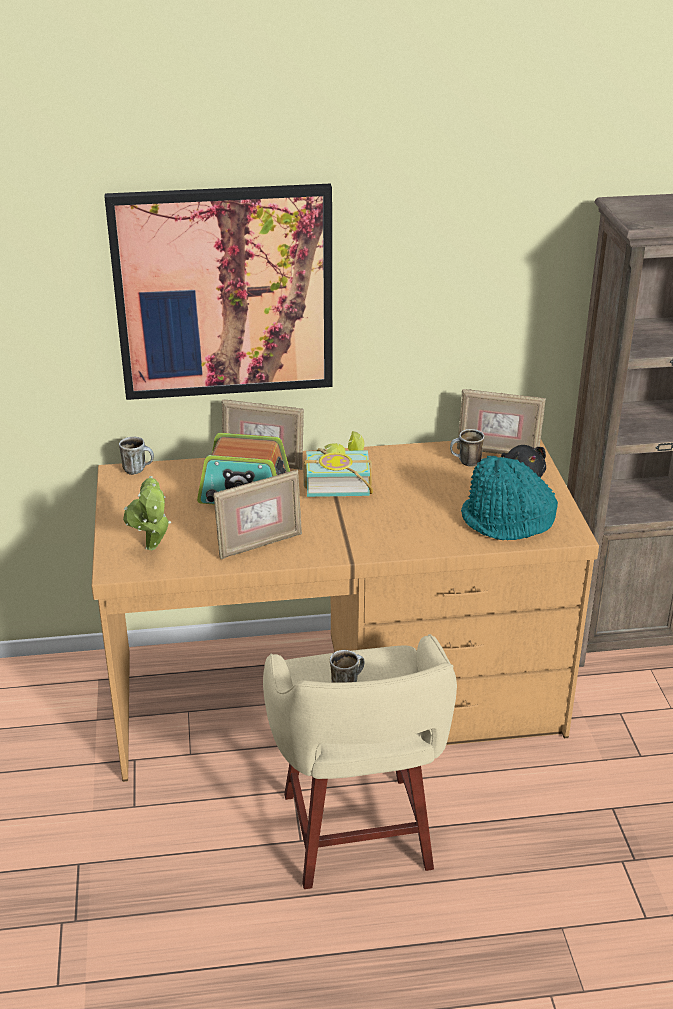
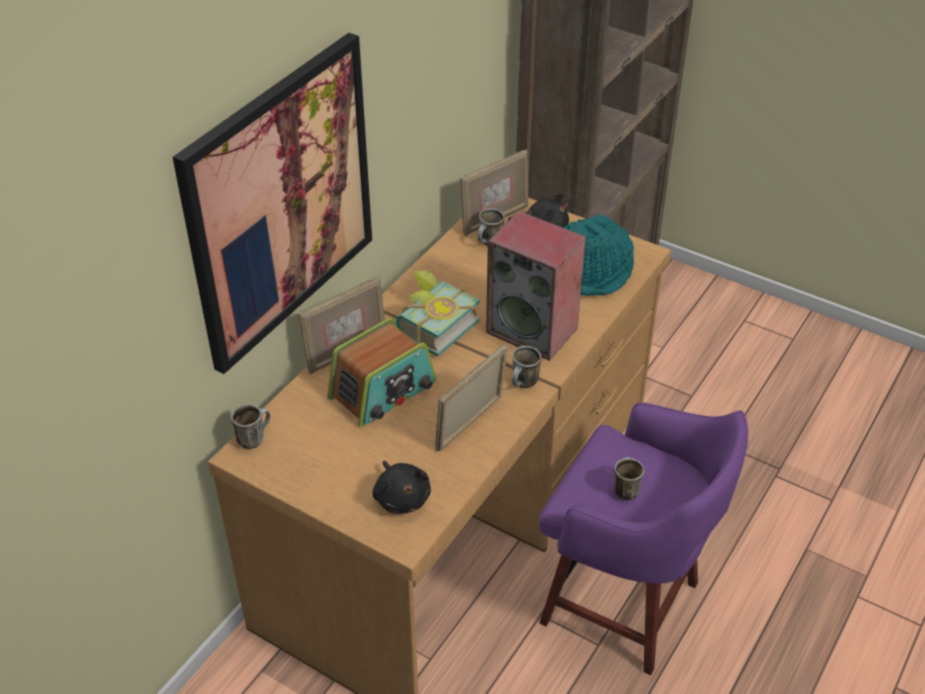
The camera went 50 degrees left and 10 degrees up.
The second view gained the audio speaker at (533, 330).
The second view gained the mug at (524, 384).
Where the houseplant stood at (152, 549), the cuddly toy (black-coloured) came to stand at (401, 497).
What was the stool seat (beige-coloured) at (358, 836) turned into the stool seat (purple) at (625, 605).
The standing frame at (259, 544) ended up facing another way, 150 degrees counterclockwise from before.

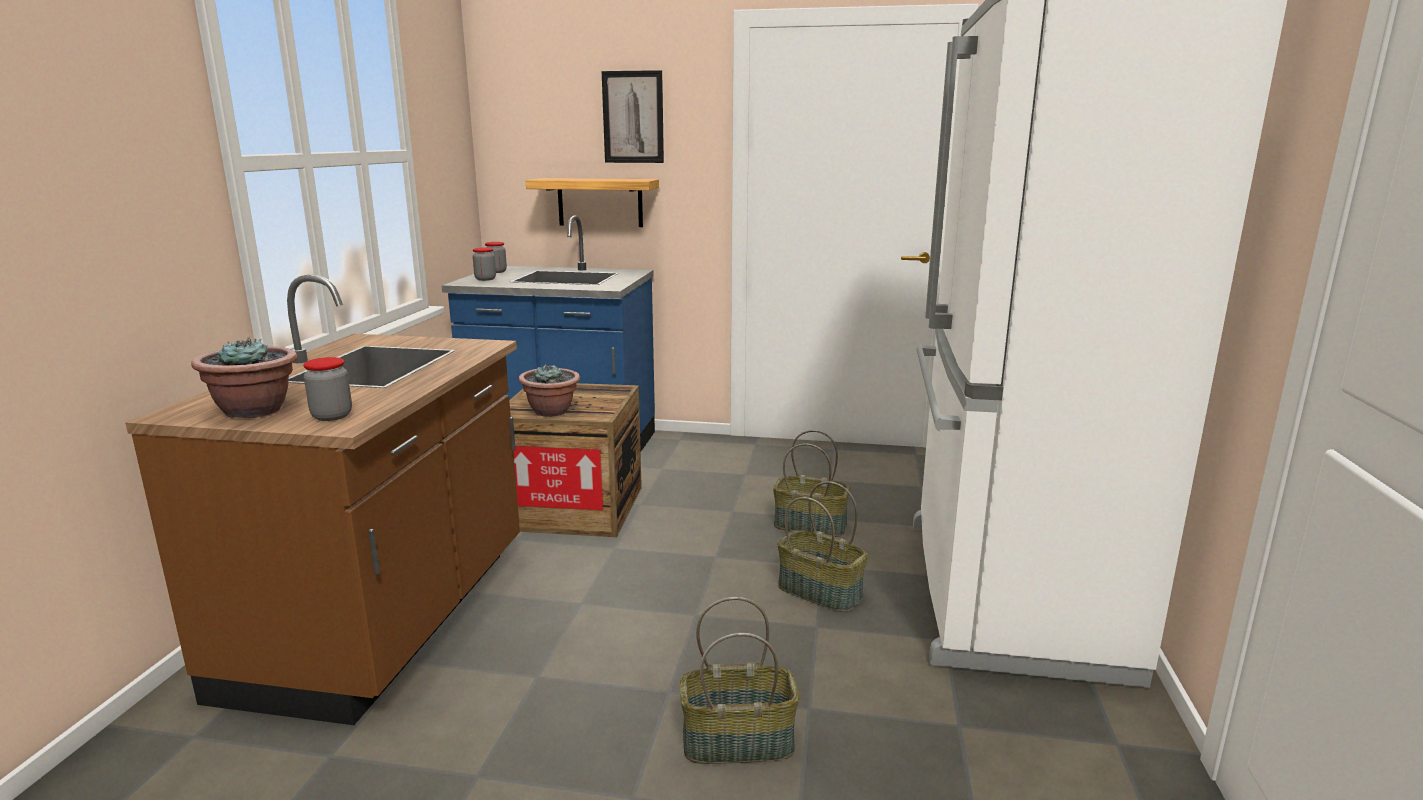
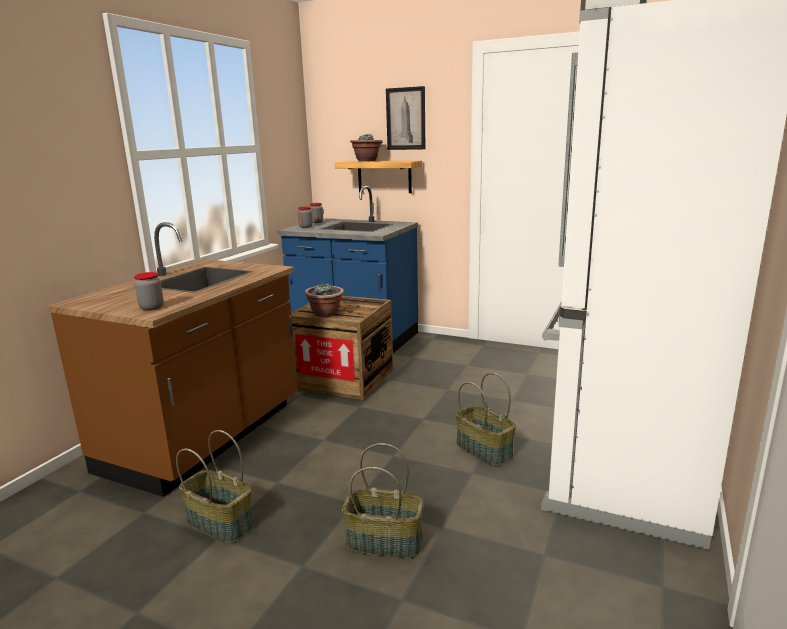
The camera went 15 degrees right and 0 degrees up.
The houseplant ended up elsewhere, having gone from (254, 411) to (367, 161).
The basket ended up elsewhere, having gone from (811, 525) to (221, 522).

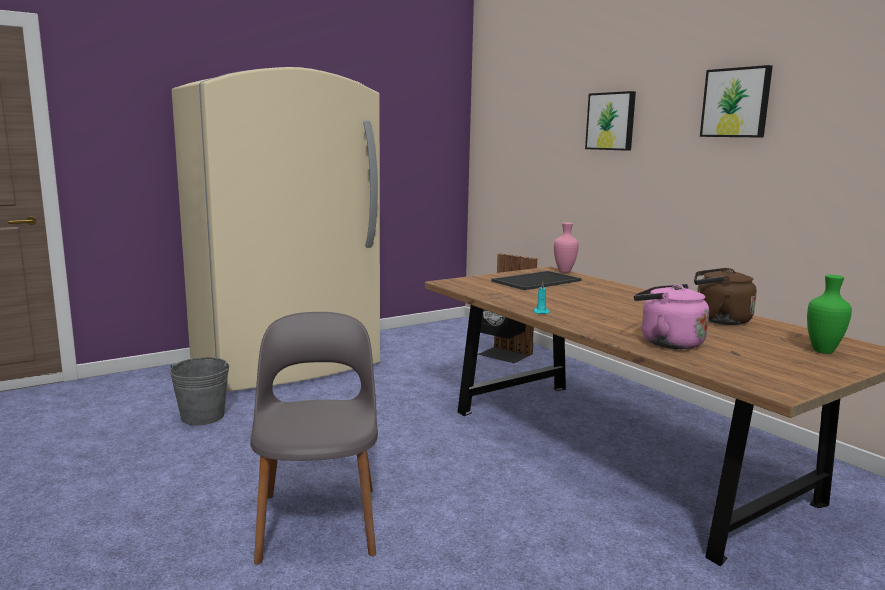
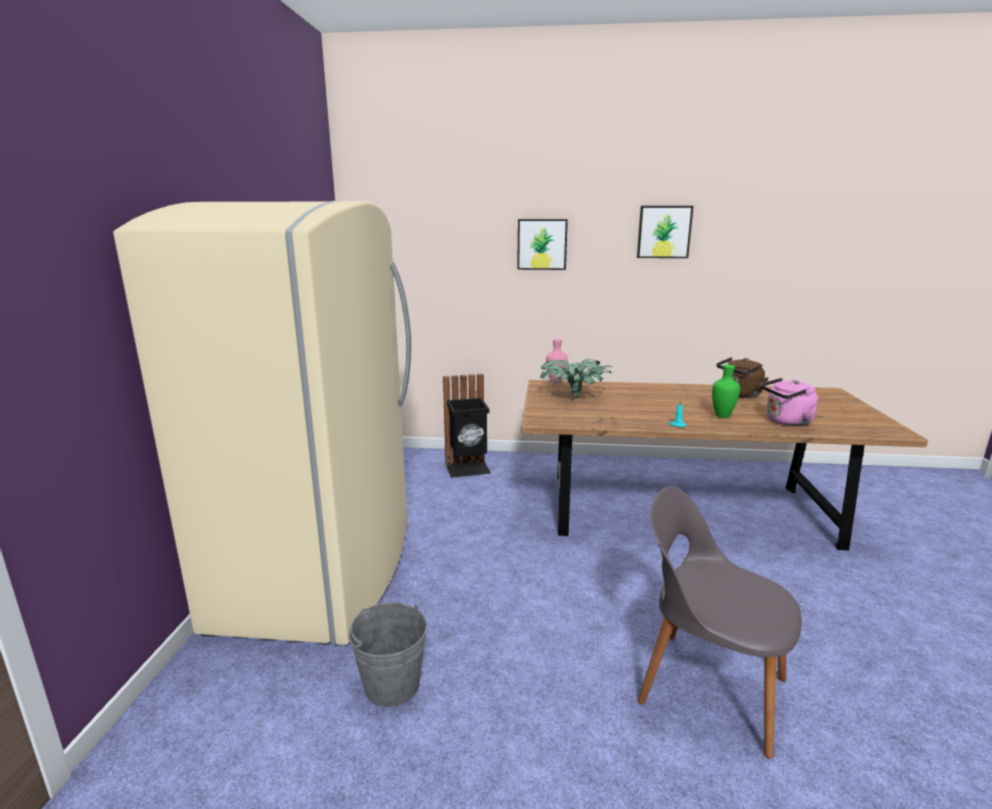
The camera went 50 degrees left and 5 degrees up.
The flower vase (greenish) ended up elsewhere, having gone from (824, 351) to (722, 416).
Where the tray stood at (536, 281), the houseplant came to stand at (574, 397).

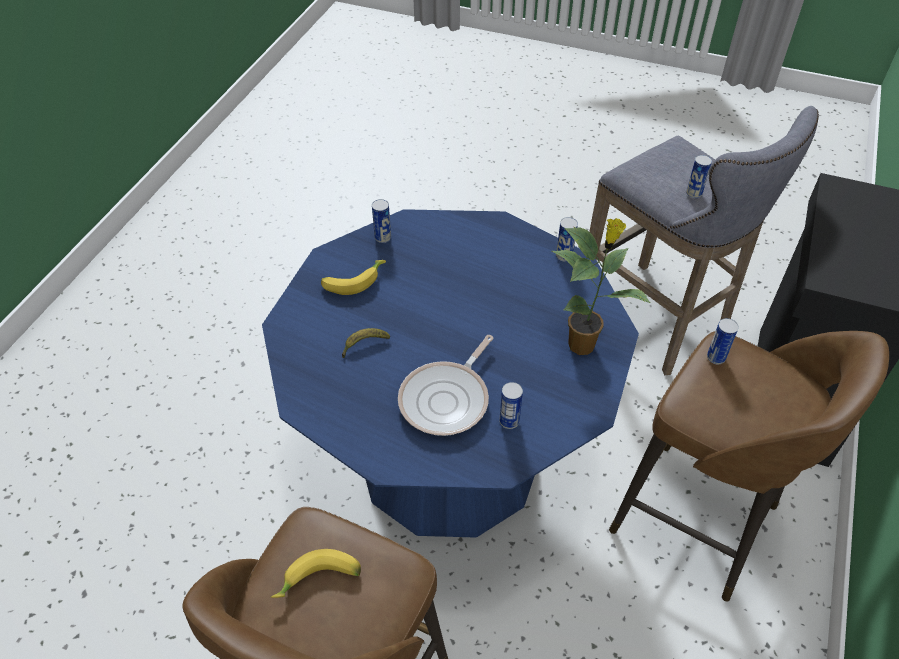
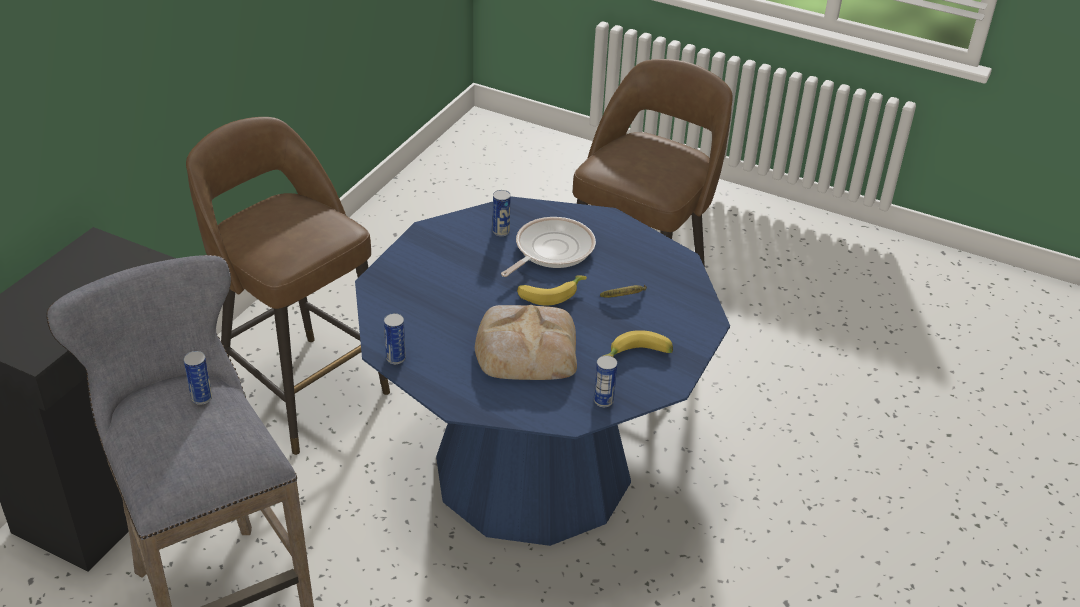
The camera went 175 degrees left and 10 degrees down.
The second view lost the houseplant at (583, 344).
The second view lost the can at (716, 357).
The second view gained the bakery bread at (525, 349).
The whole banana ended up elsewhere, having gone from (319, 581) to (550, 293).

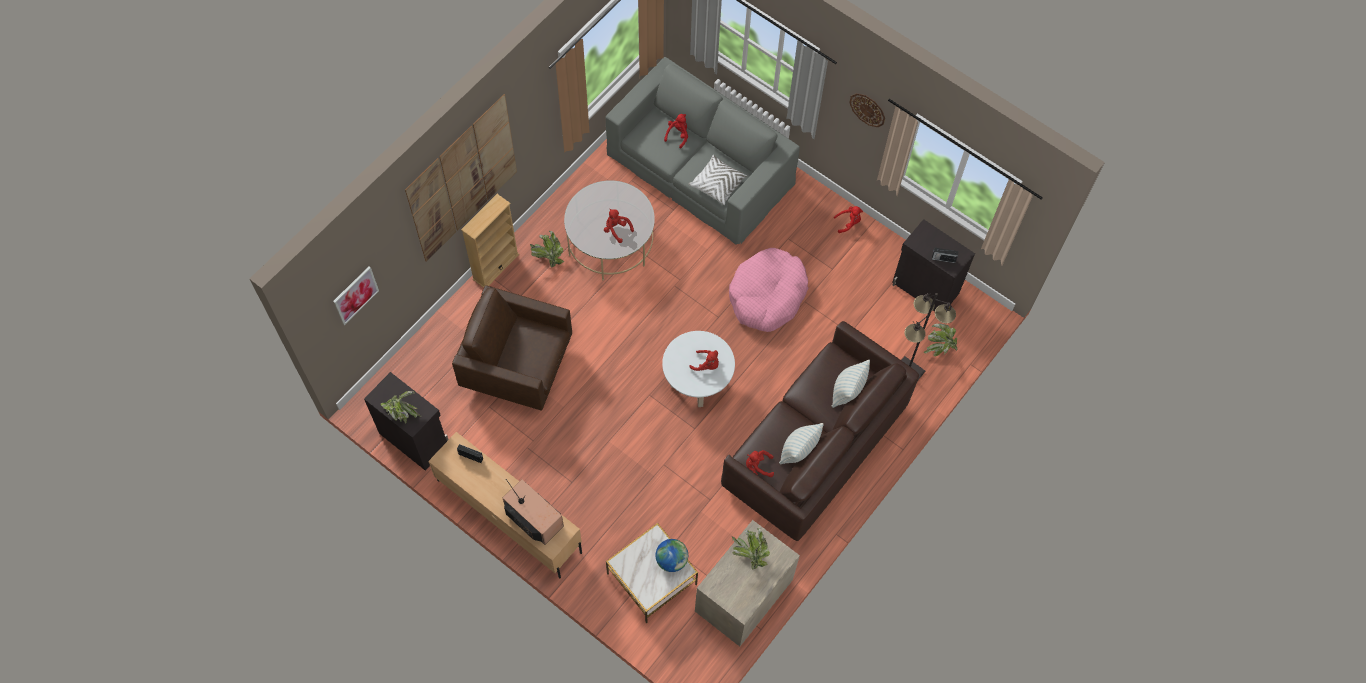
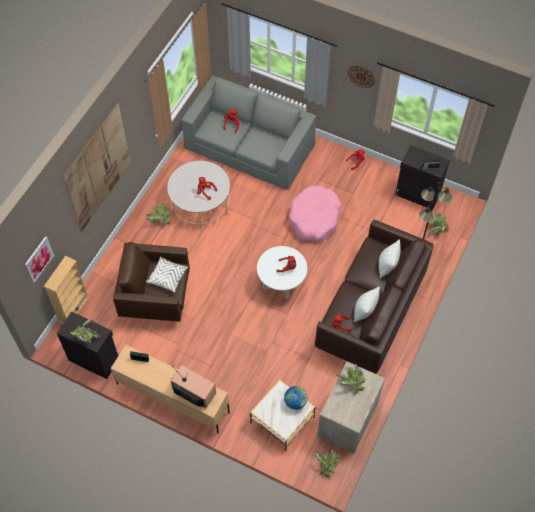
The camera went 10 degrees left and 5 degrees down.
The second view gained the houseplant at (327, 464).
The bookshelf (beige-coloured) ended up elsewhere, having gone from (495, 267) to (73, 309).
The pillow (white-coloured) ended up elsewhere, having gone from (717, 184) to (167, 277).

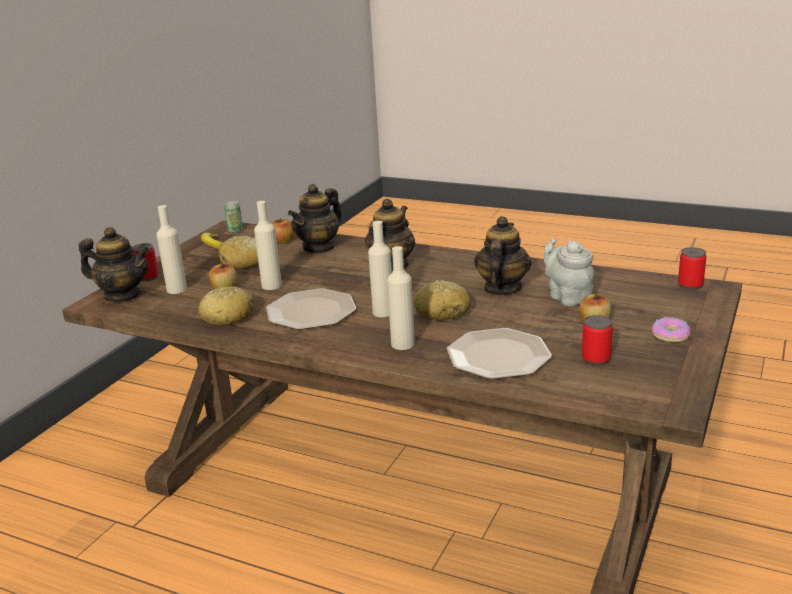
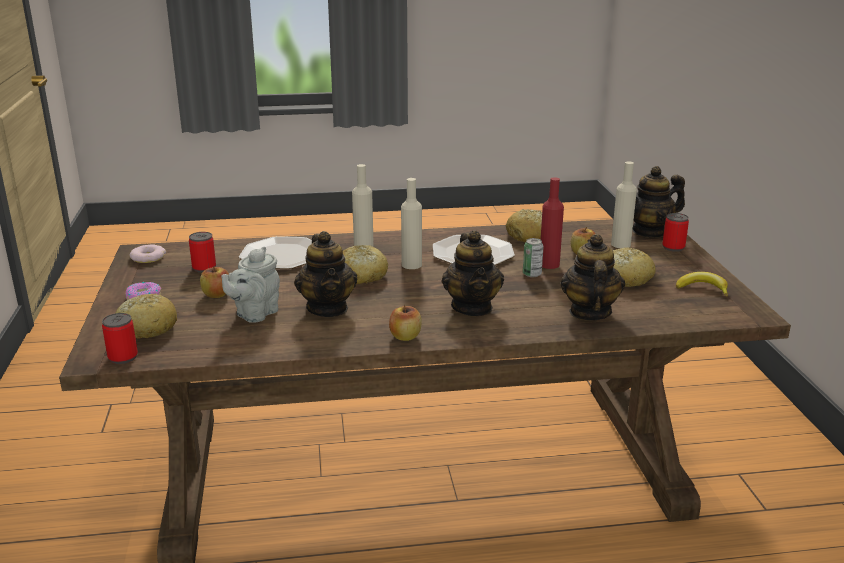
The camera went 145 degrees right and 0 degrees up.
The second view gained the bakery bread at (147, 328).
The second view gained the doughnut at (148, 257).
The can ended up elsewhere, having gone from (235, 230) to (532, 274).
The apple fruit ended up elsewhere, having gone from (283, 241) to (405, 336).
What was the drink bottle (beige-coloured) at (271, 285) turned into the drink bottle (reddish) at (549, 264).
The teapot (greyish) at (567, 297) ended up facing another way, 90 degrees clockwise from before.

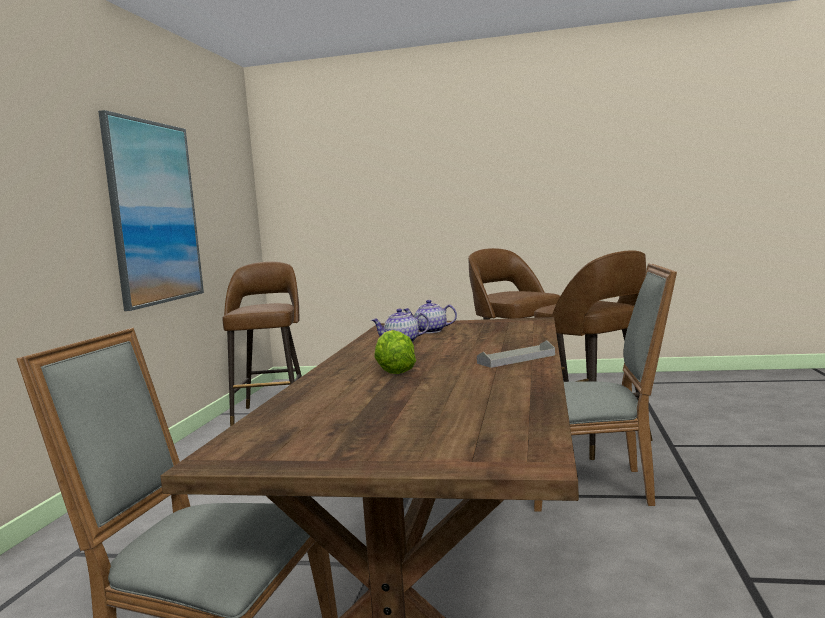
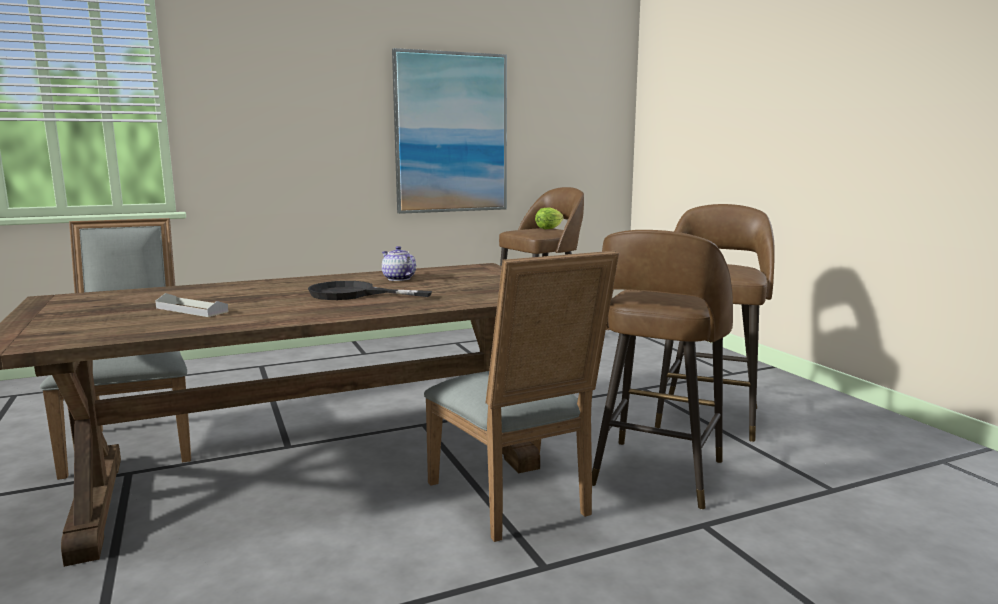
The camera went 55 degrees right and 5 degrees up.
The second view lost the teapot at (430, 331).
The second view gained the pan (black-coloured) at (353, 294).
The lettuce head ended up elsewhere, having gone from (394, 371) to (548, 228).
The tray (greyish) ended up elsewhere, having gone from (516, 359) to (192, 310).

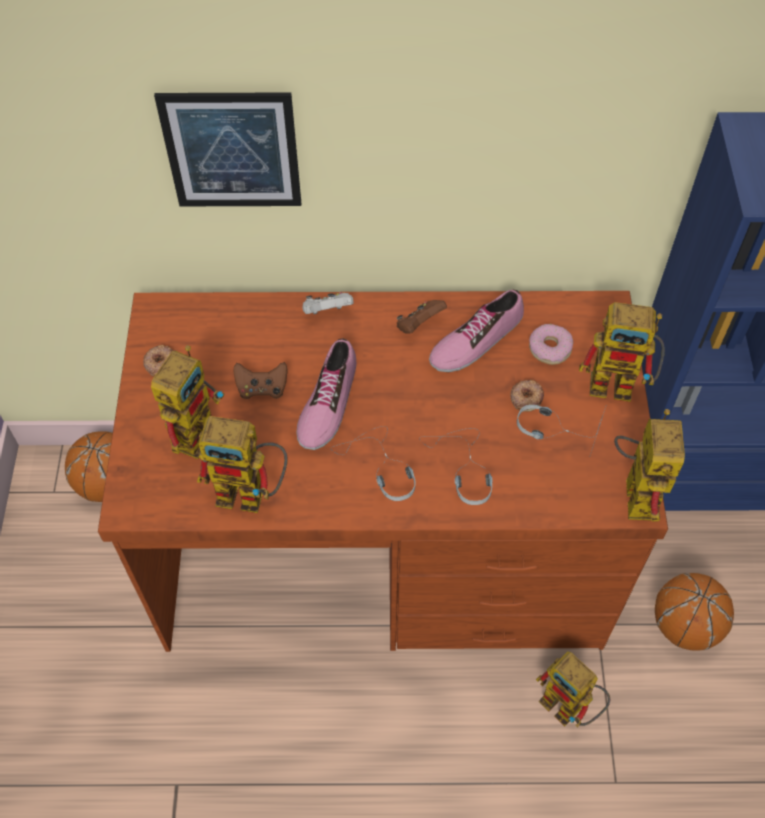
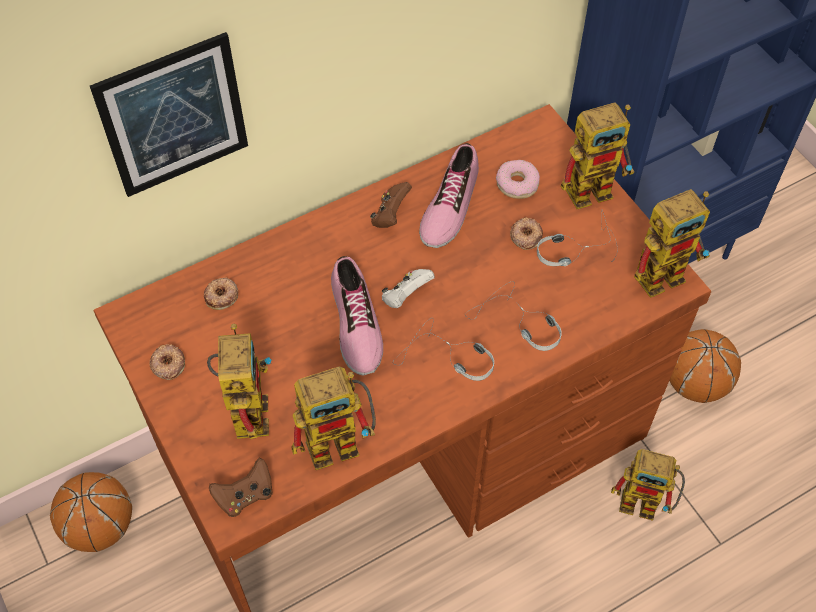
The camera went 30 degrees left and 0 degrees up.
The second view gained the doughnut at (222, 296).
The gamepad (brown-coloured) ended up elsewhere, having gone from (262, 389) to (245, 496).
The gamepad (white-coloured) ended up elsewhere, having gone from (327, 312) to (405, 296).
The model robot at (635, 490) ended up facing another way, 90 degrees clockwise from before.

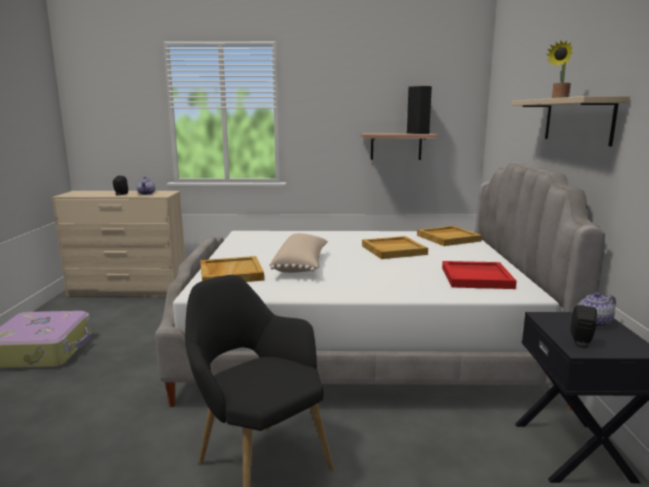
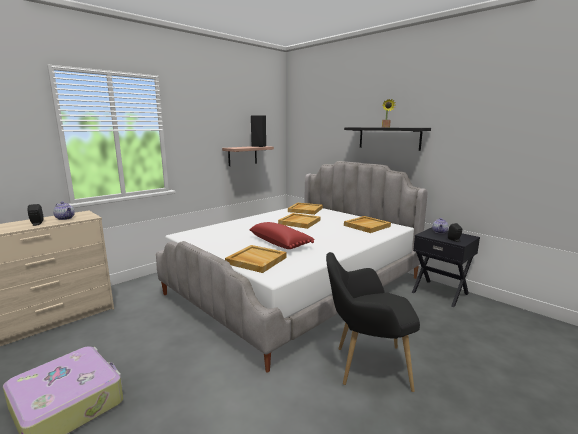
The camera went 45 degrees left and 0 degrees up.
What was the pillow (beige-coloured) at (302, 265) turned into the pillow (reddish) at (280, 243).
What was the tray (reddish) at (477, 277) turned into the tray (beige-coloured) at (366, 226).
What was the wall shelf (beige-coloured) at (577, 120) turned into the wall shelf (black-coloured) at (389, 138).

